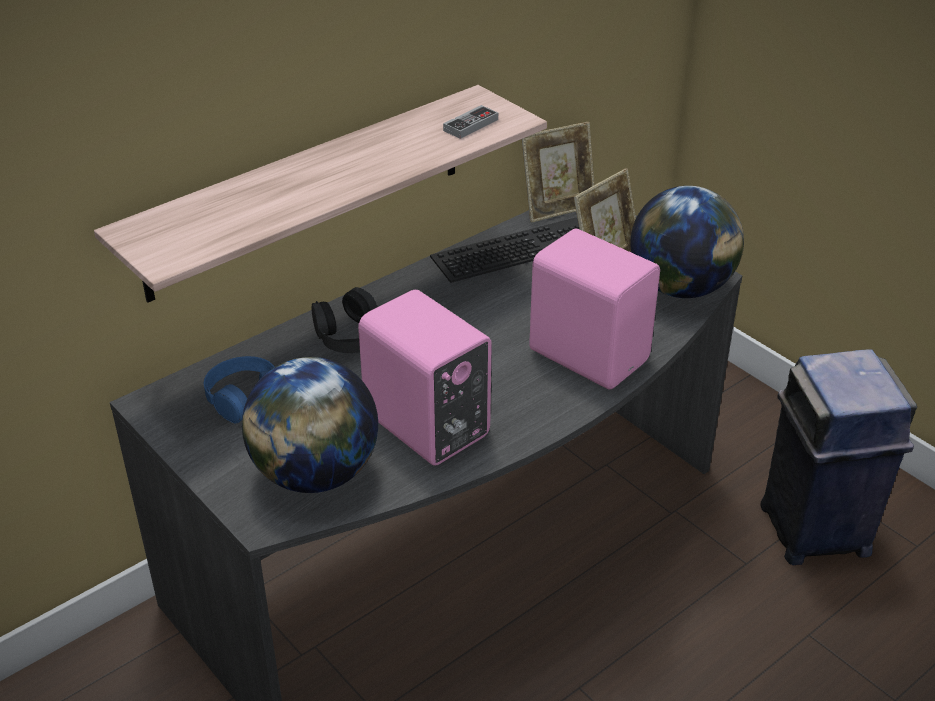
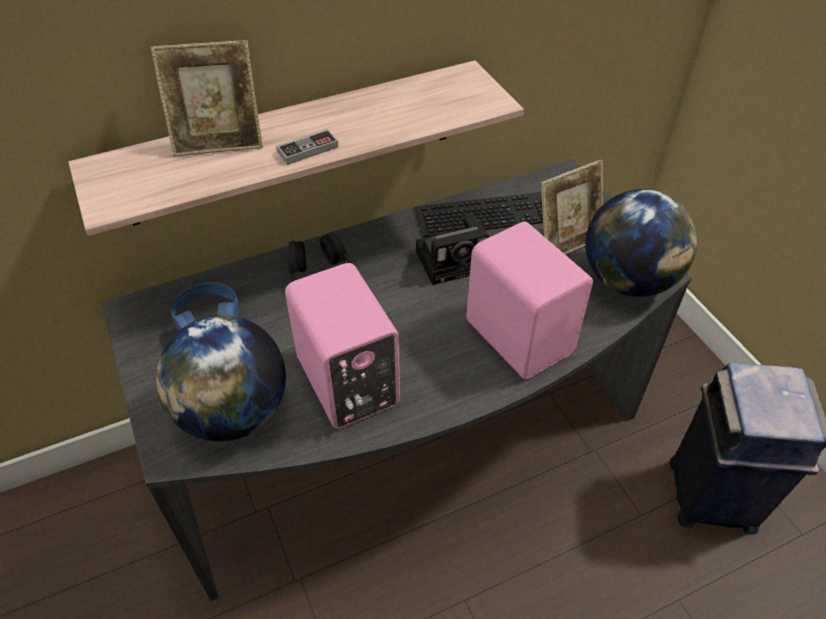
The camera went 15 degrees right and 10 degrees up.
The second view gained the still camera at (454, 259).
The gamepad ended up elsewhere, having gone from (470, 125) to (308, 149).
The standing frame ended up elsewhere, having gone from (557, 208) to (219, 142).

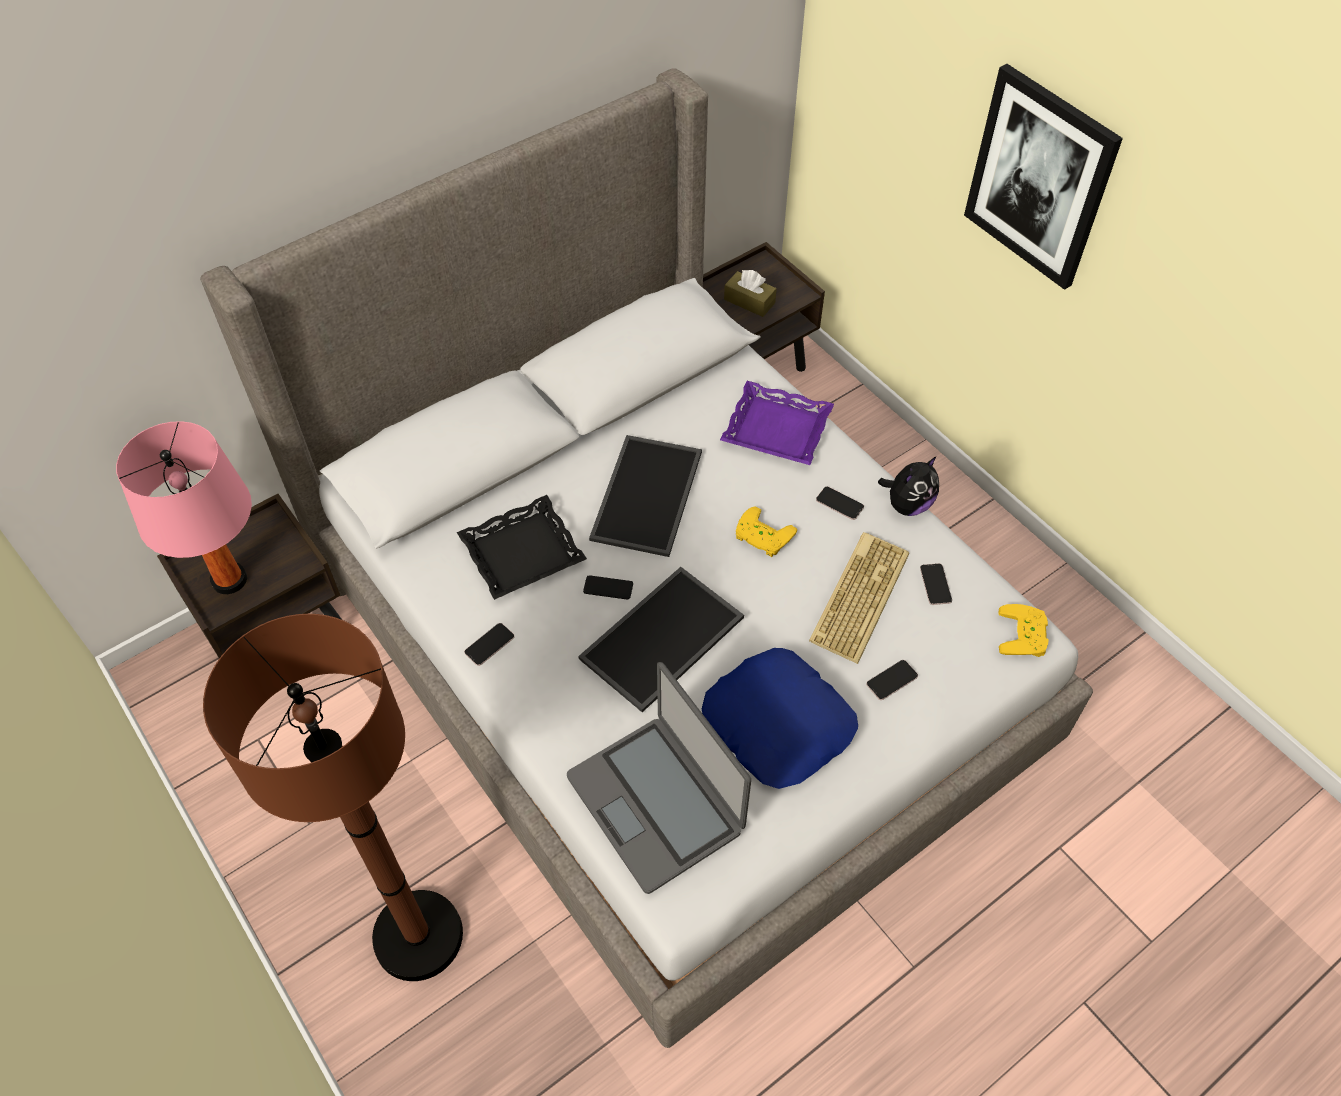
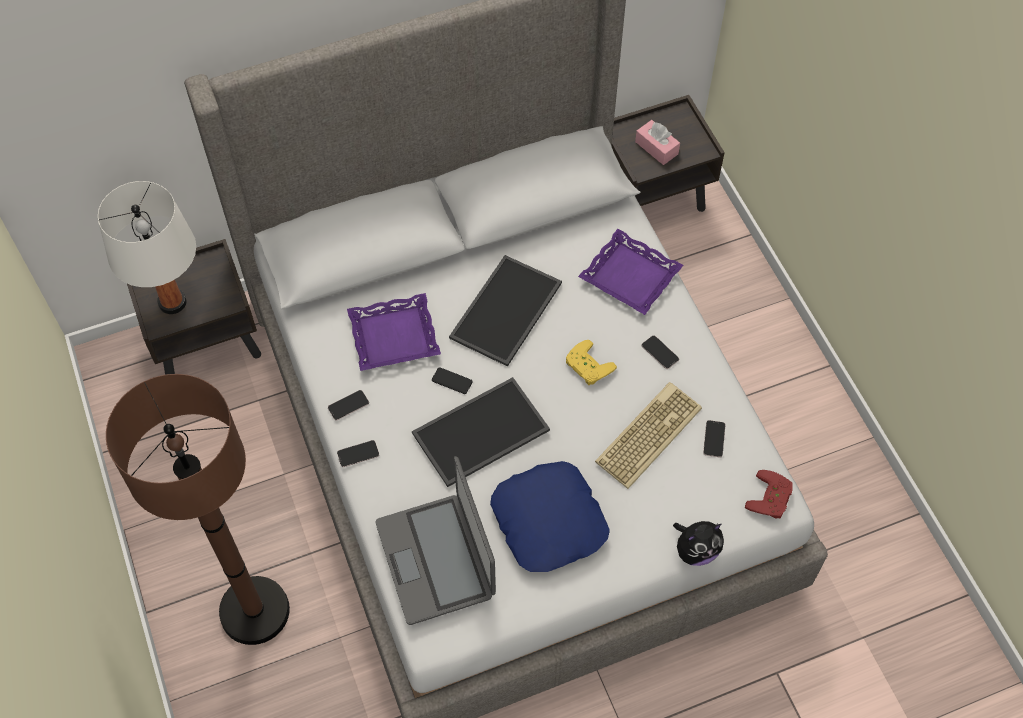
The camera went 15 degrees right and 5 degrees up.
The second view lost the wall picture at (1040, 178).
The telephone ended up elsewhere, having gone from (892, 680) to (358, 454).
The cuddly toy ended up elsewhere, having gone from (907, 505) to (695, 550).
What was the lamp for a table (pinkish) at (229, 580) turned into the lamp for a table (white-coloured) at (172, 302).
What was the tray (black-coloured) at (522, 552) turned into the tray (purple) at (394, 336).
What was the tissue holder (brown-coloured) at (749, 301) turned into the tissue holder (pinkish) at (656, 148).
What was the gamepad (yellow-coloured) at (1025, 635) turned into the gamepad (reddish) at (772, 498).

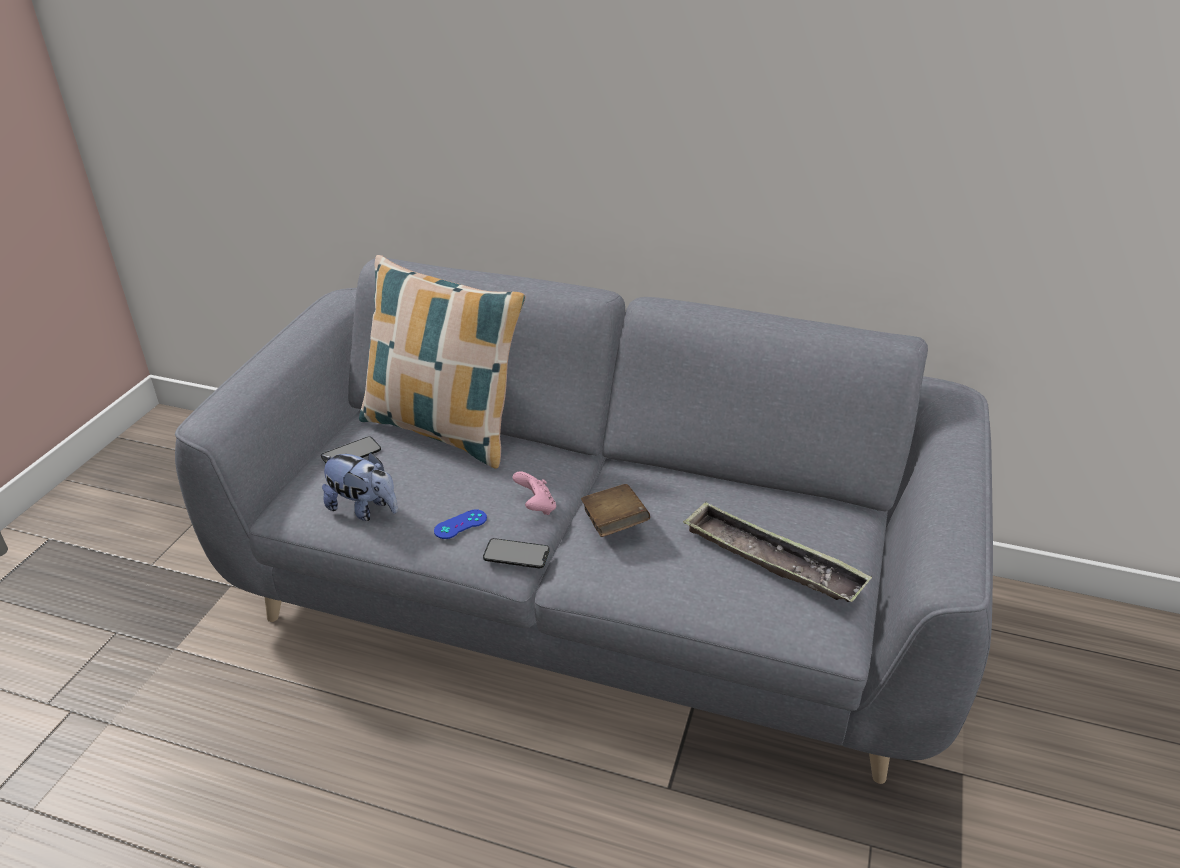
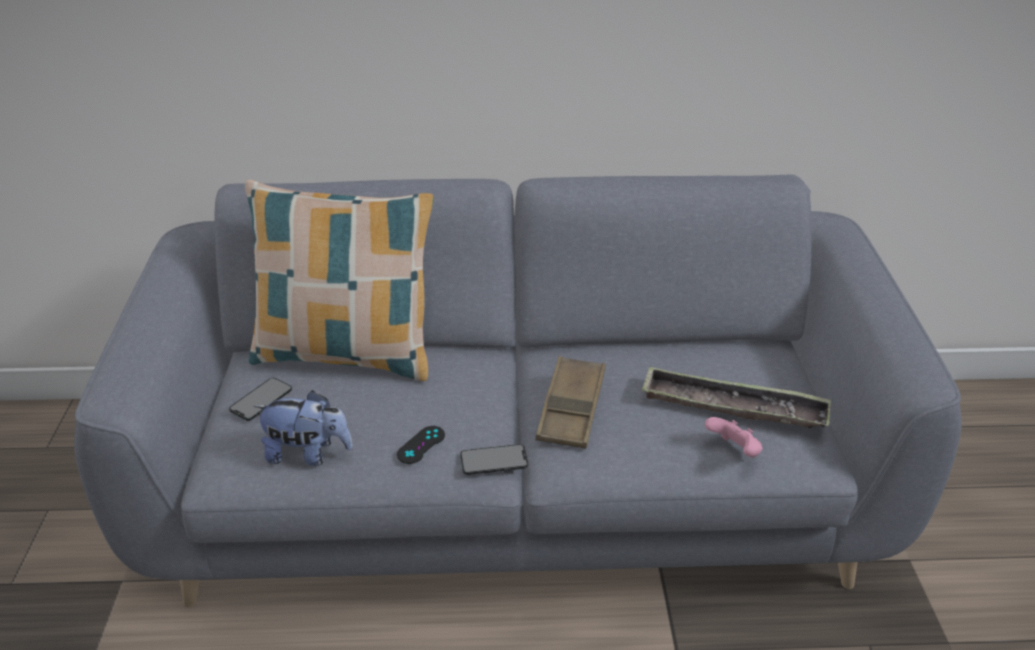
The camera went 20 degrees left and 0 degrees up.
The gamepad (pinkish) ended up elsewhere, having gone from (536, 507) to (734, 451).
Where the volume (brown-coloured) stood at (614, 524), the tray (brown-coloured) came to stand at (571, 408).
What was the gamepad (blue) at (460, 524) turned into the gamepad (black-coloured) at (421, 445).

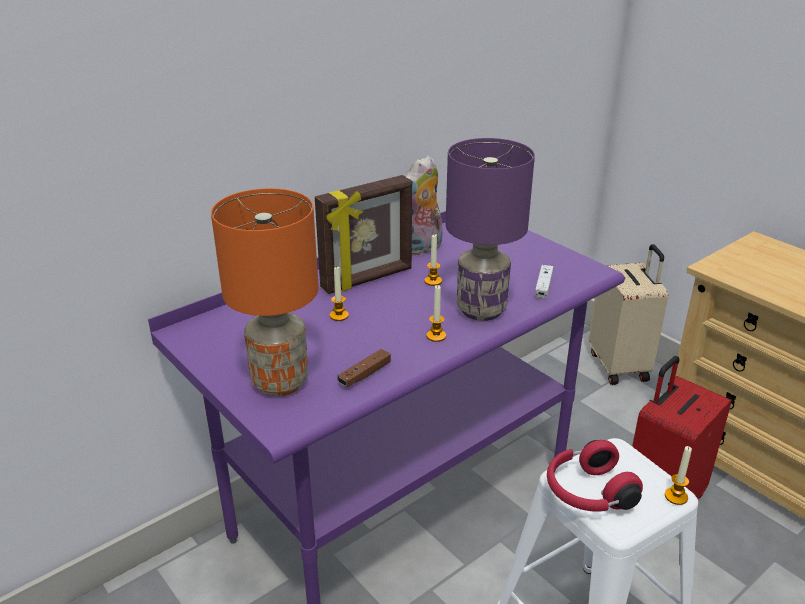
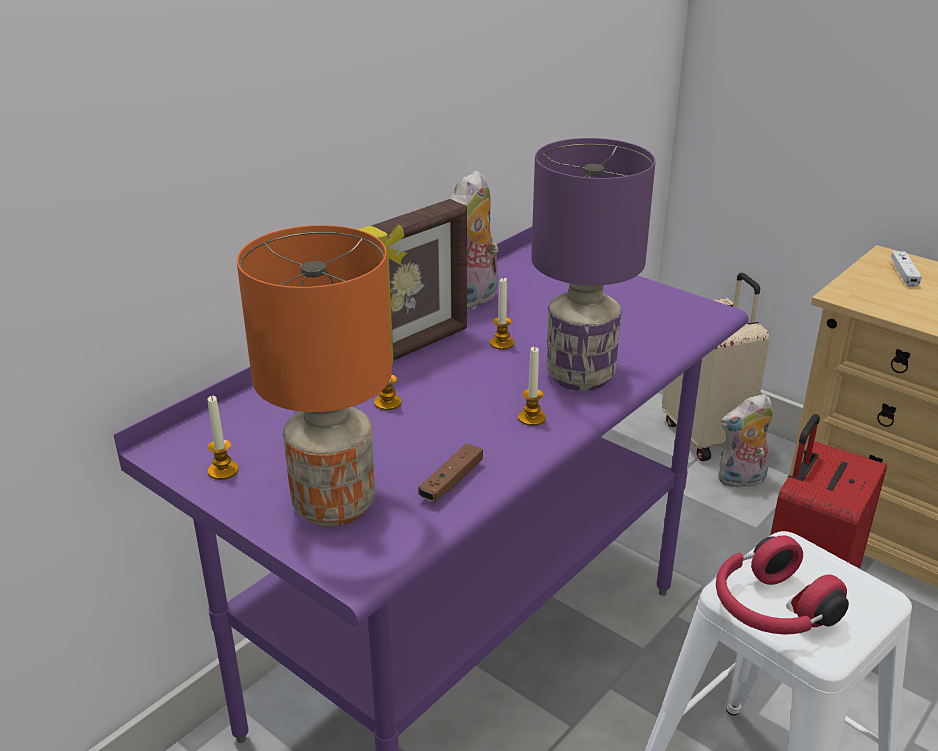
The camera went 10 degrees left and 0 degrees up.
The second view gained the cuddly toy at (741, 480).
The gamepad (white-coloured) ended up elsewhere, having gone from (543, 286) to (904, 274).
The wax candle ended up elsewhere, having gone from (676, 496) to (223, 471).

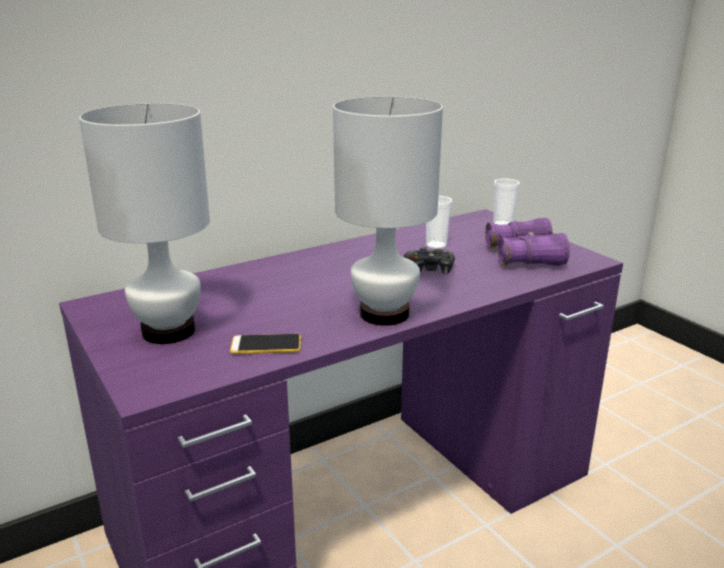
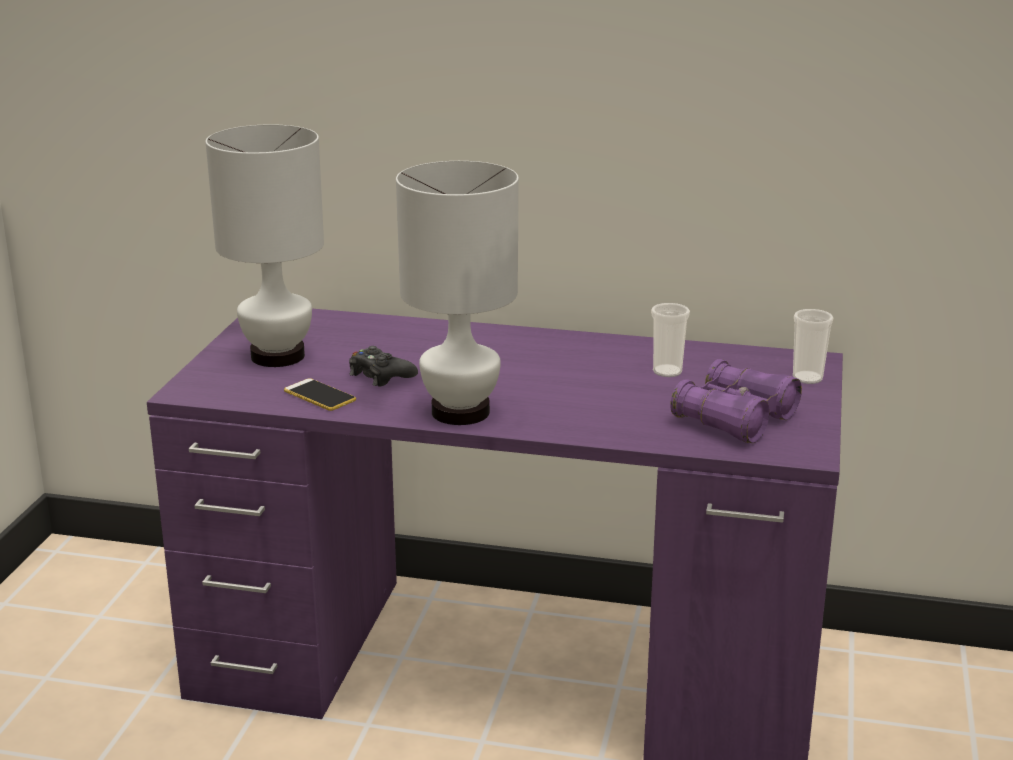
The camera went 45 degrees right and 0 degrees up.
The gamepad (black-coloured) ended up elsewhere, having gone from (429, 268) to (380, 375).

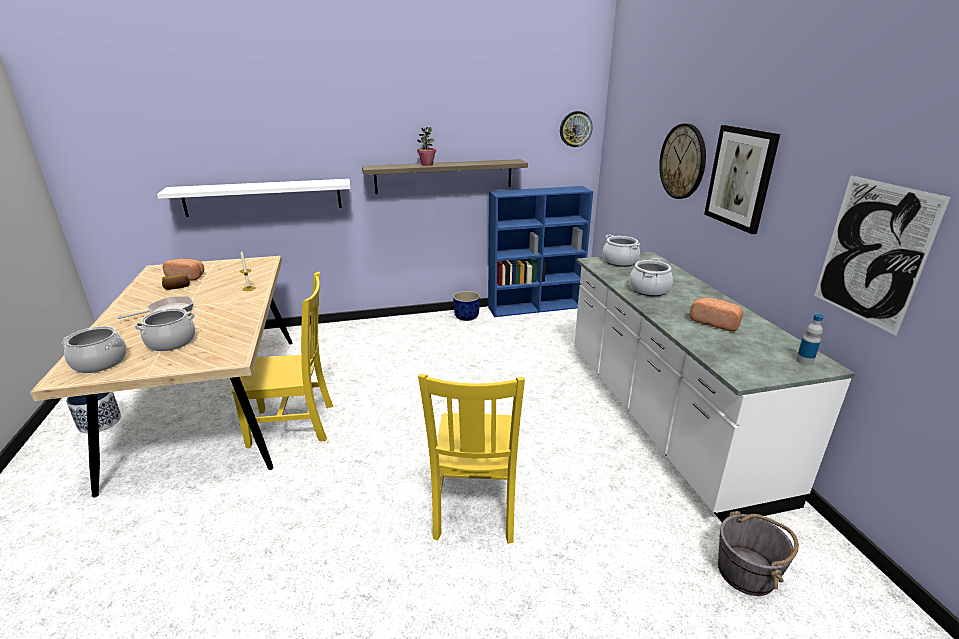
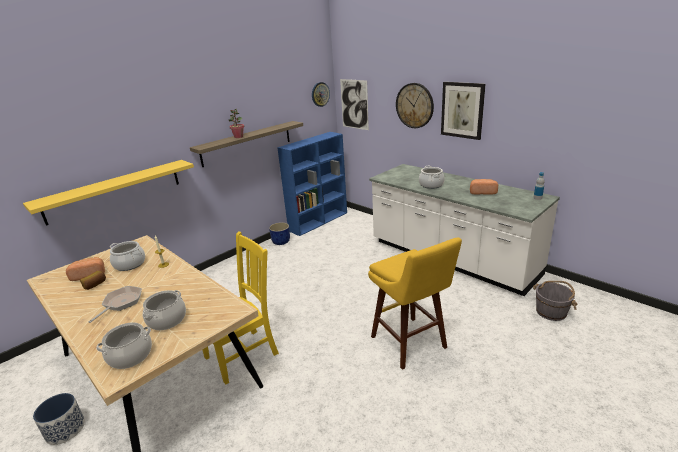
The camera went 30 degrees left and 0 degrees up.
The cooking pot ended up elsewhere, having gone from (619, 262) to (130, 264).
The wall picture ended up elsewhere, having gone from (873, 253) to (354, 104).
Where the chair (yellow-coloured) stood at (475, 508), the stool seat (yellow-coloured) came to stand at (411, 345).
What was the wall shelf (white-coloured) at (263, 197) turned into the wall shelf (yellow-coloured) at (114, 190).

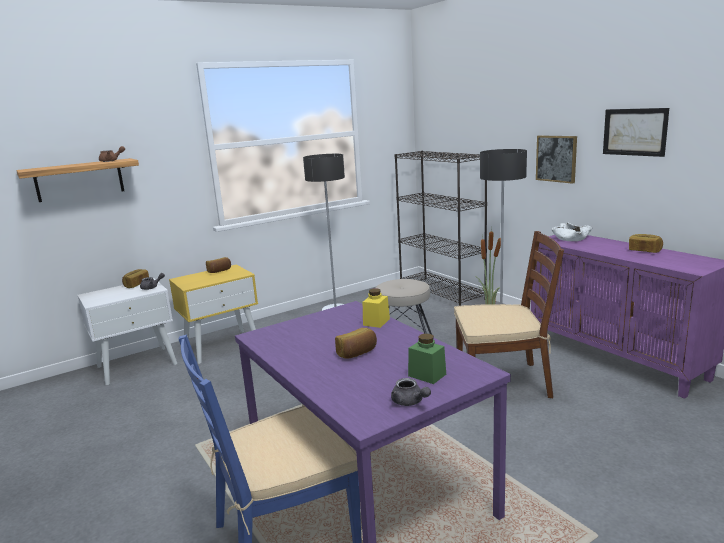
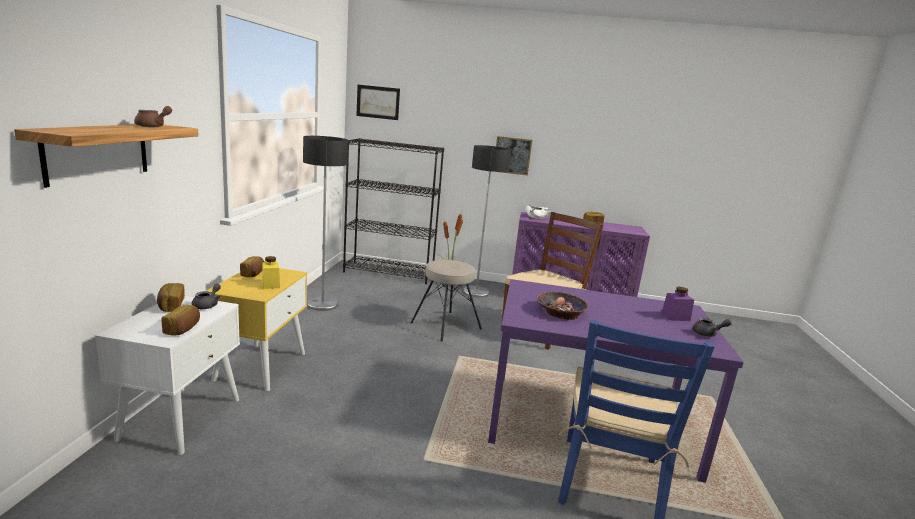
The camera went 50 degrees left and 0 degrees up.
The second view gained the bowl at (561, 312).
The bakery bread ended up elsewhere, having gone from (357, 353) to (183, 329).
The storage jar (yellow-coloured) ended up elsewhere, having gone from (376, 322) to (270, 284).
The wall picture ended up elsewhere, having gone from (634, 132) to (378, 102).
What was the storage jar (greenish) at (427, 375) turned into the storage jar (purple) at (675, 317).

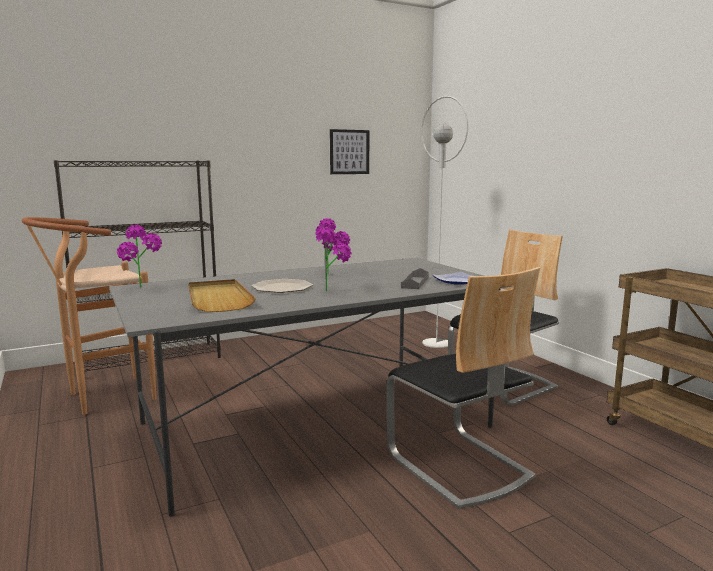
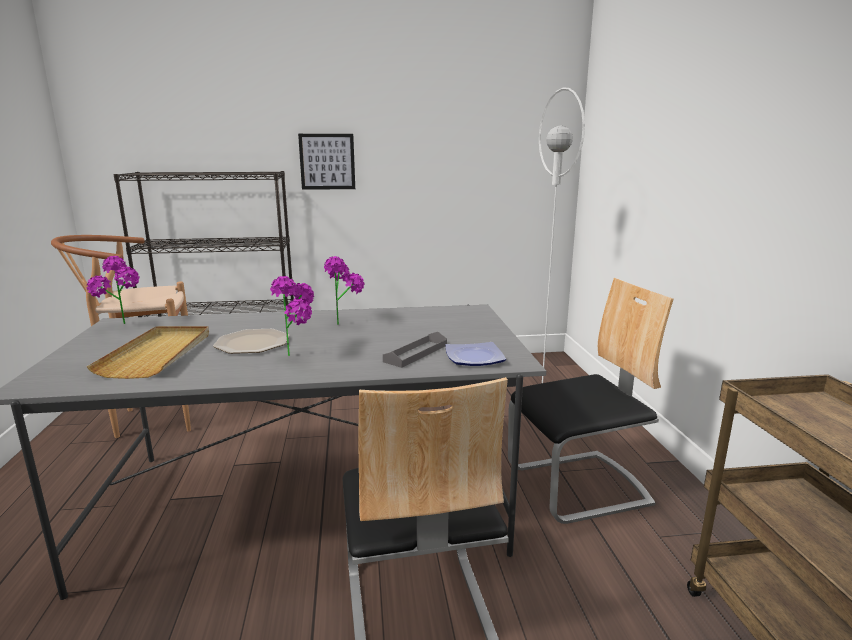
The camera went 20 degrees right and 5 degrees up.
The wall picture ended up elsewhere, having gone from (349, 152) to (327, 161).

